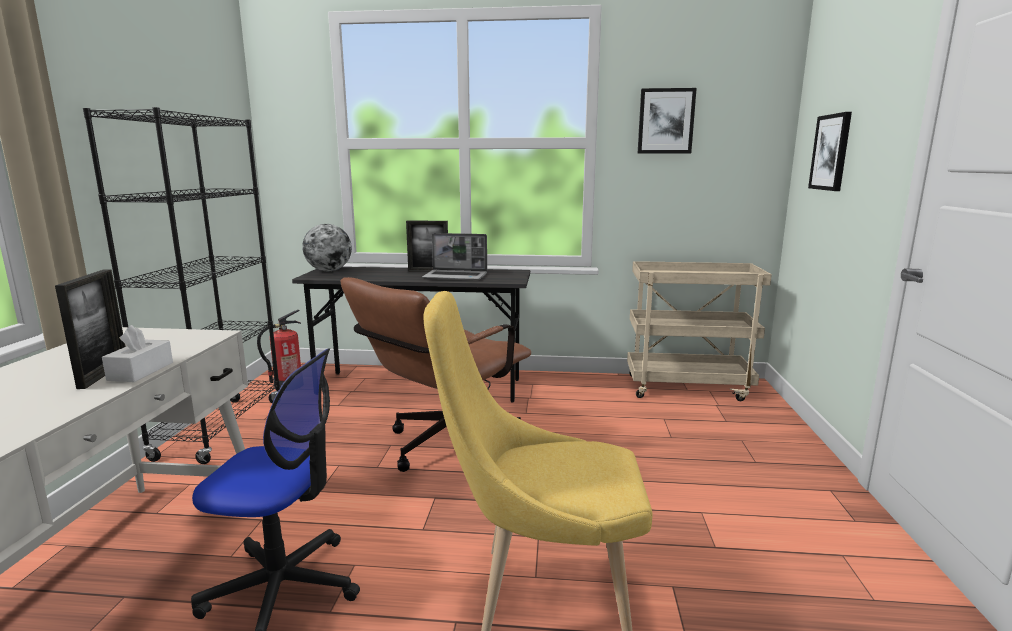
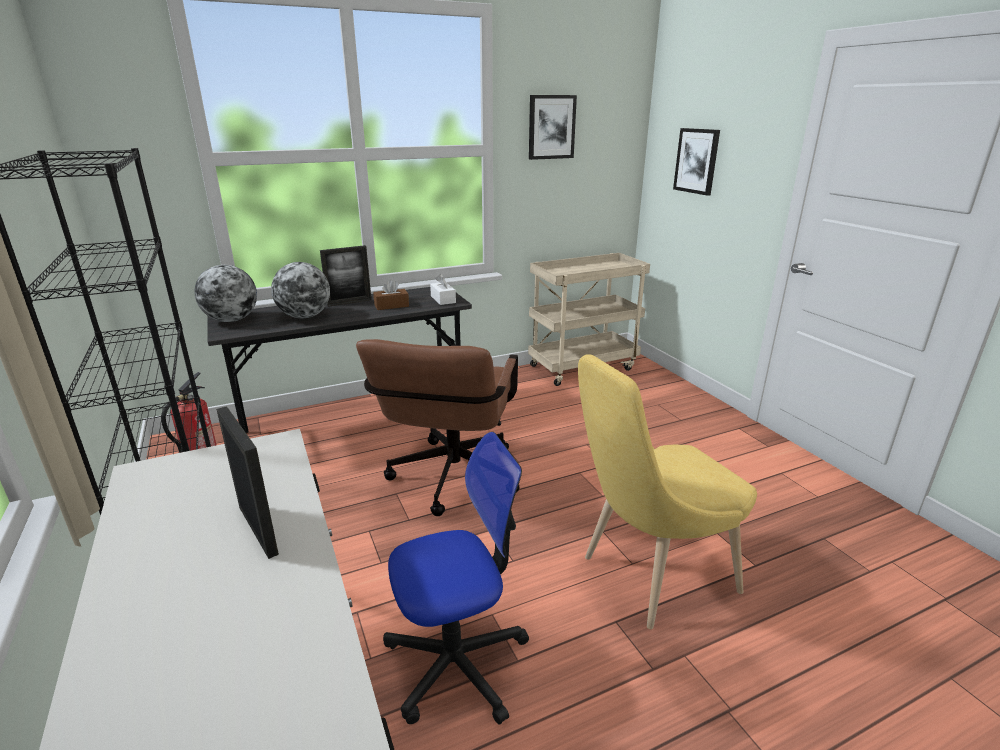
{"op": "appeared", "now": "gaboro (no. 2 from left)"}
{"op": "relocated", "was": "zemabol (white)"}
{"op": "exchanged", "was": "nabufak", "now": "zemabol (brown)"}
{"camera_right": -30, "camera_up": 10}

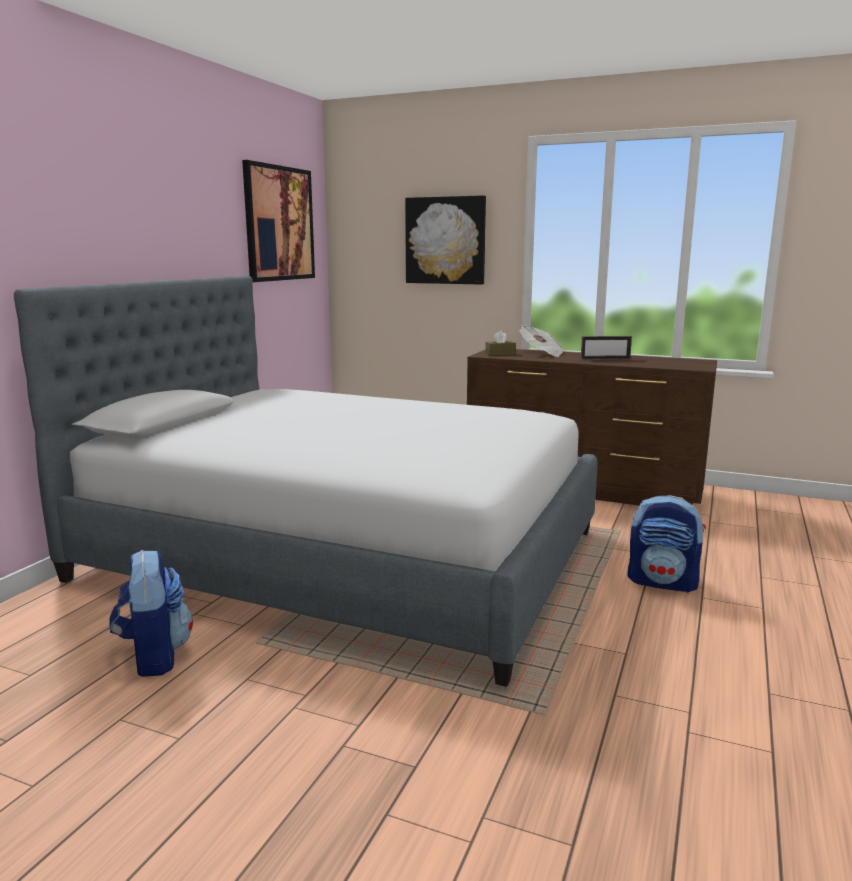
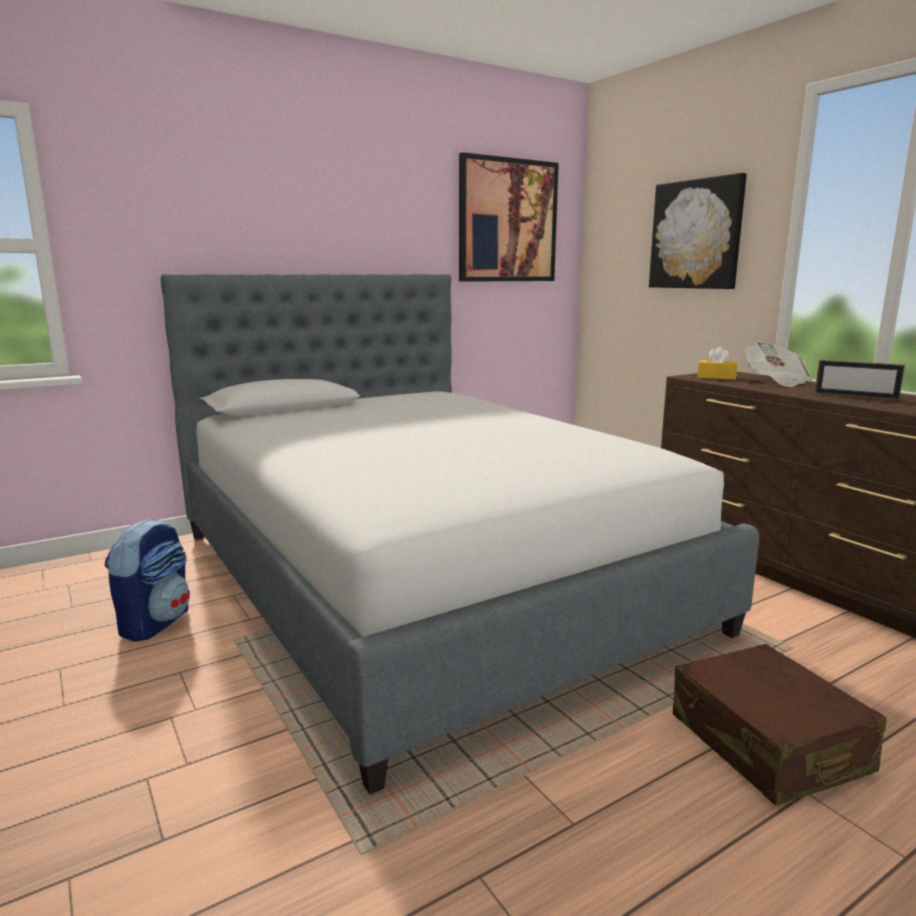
{"op": "exchanged", "was": "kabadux (no. 2 from left)", "now": "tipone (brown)"}
{"op": "colour", "was": "zemabol (brown)", "now": "zemabol (yellow)"}
{"camera_right": 35, "camera_up": 0}

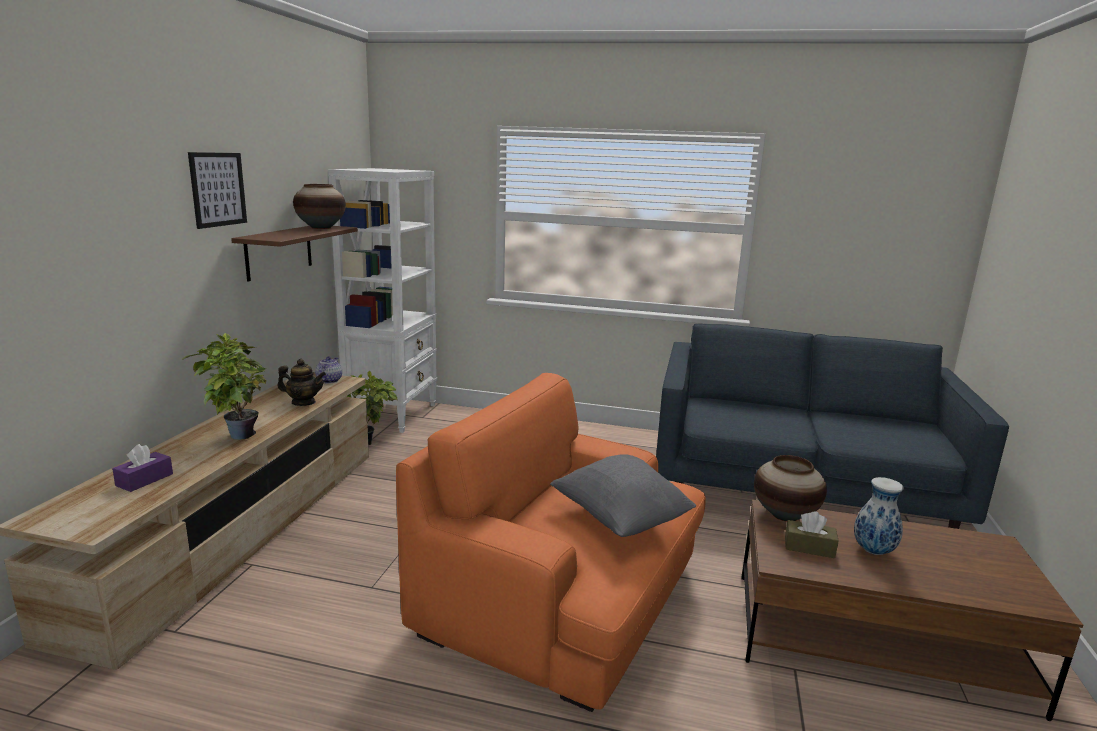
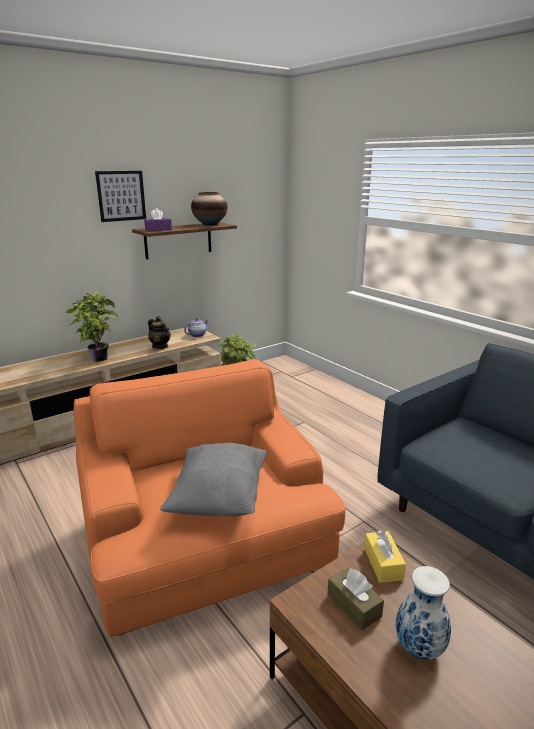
{"op": "missing", "was": "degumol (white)"}
{"op": "relocated", "was": "zemabol (purple)"}
{"op": "exchanged", "was": "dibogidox (no. 2 from left)", "now": "zemabol (yellow)"}
{"camera_right": 40, "camera_up": 5}

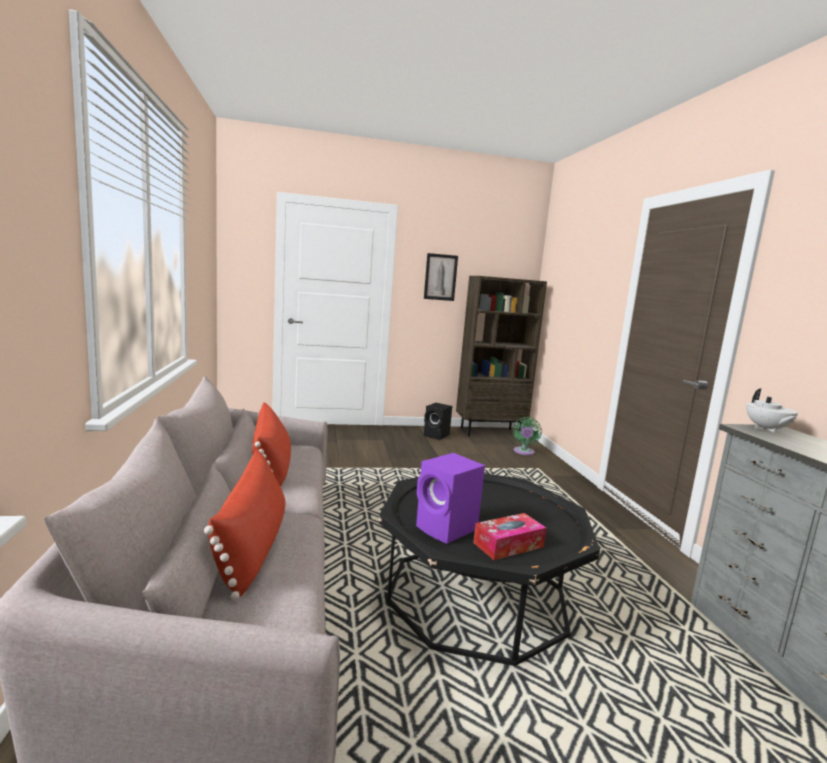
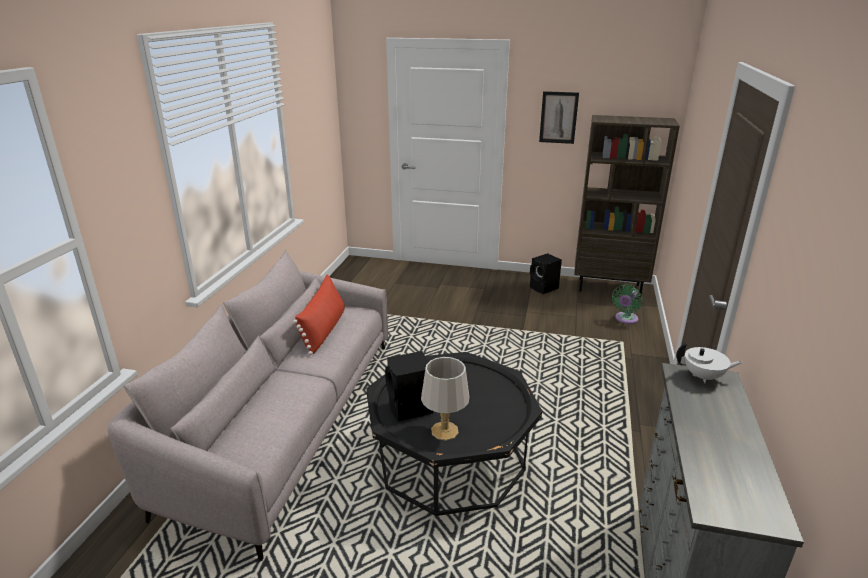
{"op": "missing", "was": "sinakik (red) (no. 1 from left)"}
{"op": "exchanged", "was": "zemabol", "now": "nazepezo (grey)"}
{"op": "colour", "was": "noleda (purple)", "now": "noleda (black) (no. 1 from left)"}
{"op": "spun", "was": "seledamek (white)", "clockwise": -105}
{"camera_right": 25, "camera_up": 15}

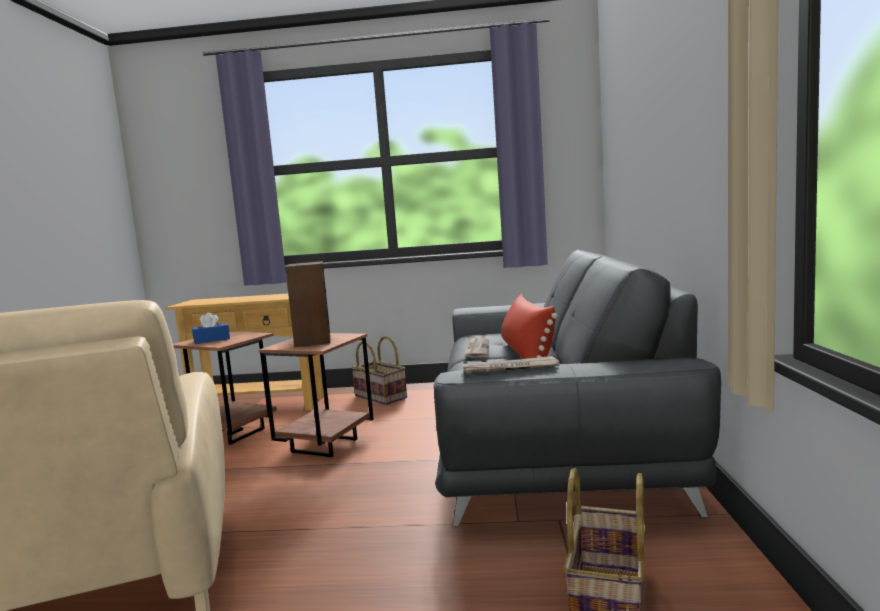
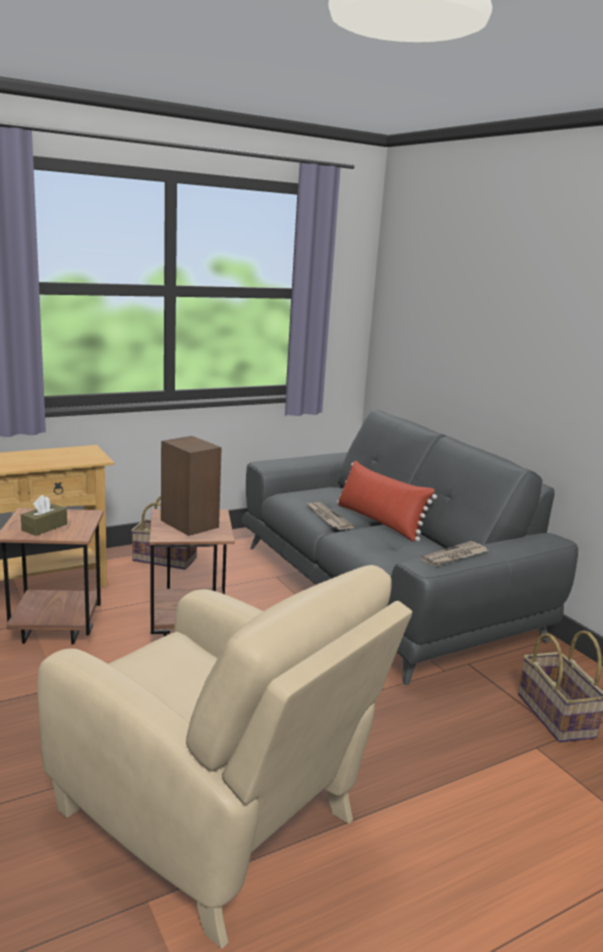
{"op": "colour", "was": "zemabol (blue)", "now": "zemabol (brown)"}
{"camera_right": -35, "camera_up": 10}

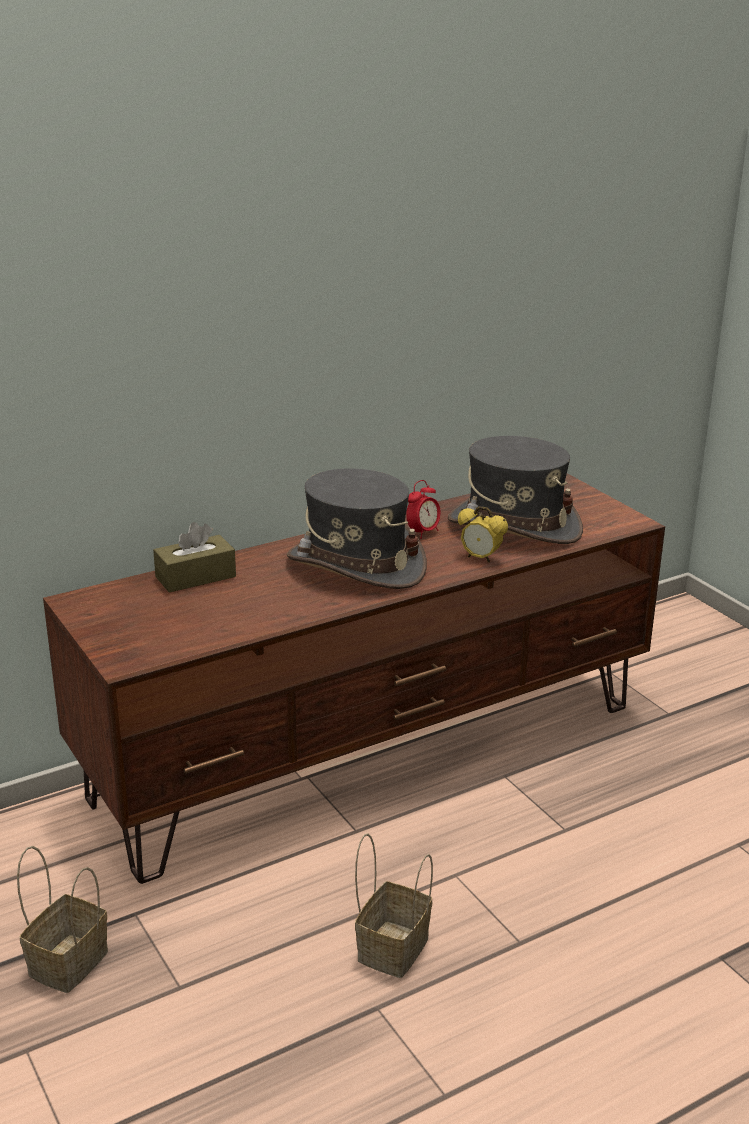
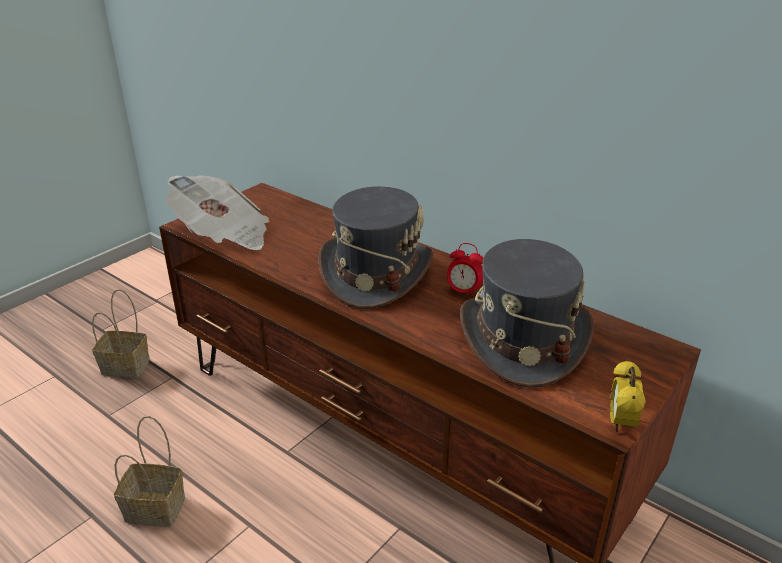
{"op": "missing", "was": "zemabol (brown)"}
{"op": "appeared", "now": "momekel"}
{"op": "relocated", "was": "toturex (no. 2 from left)"}
{"camera_right": 70, "camera_up": 5}

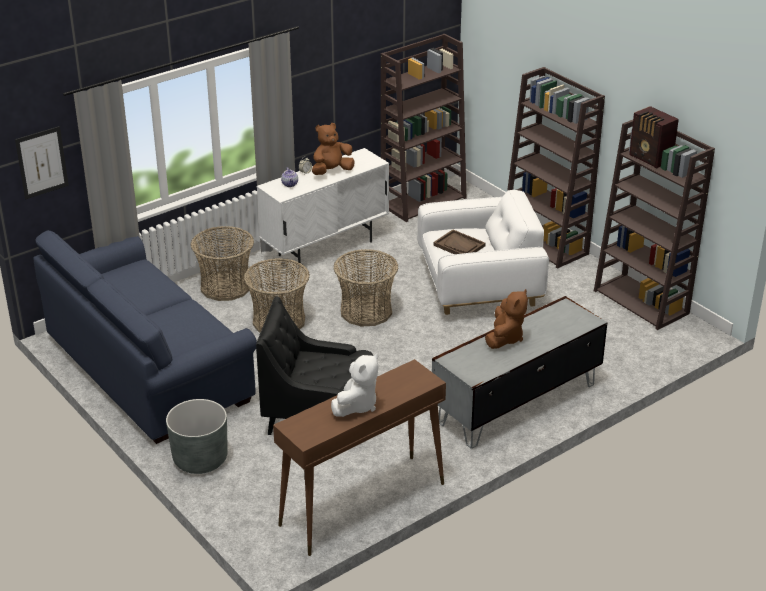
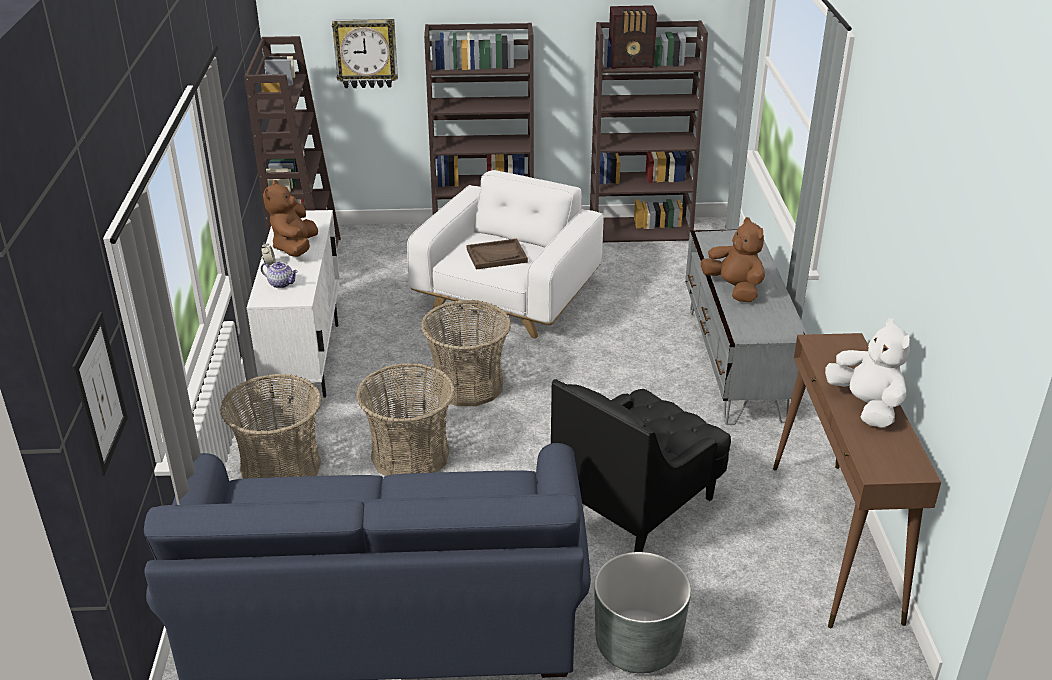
{"op": "appeared", "now": "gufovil"}
{"camera_right": -55, "camera_up": 0}

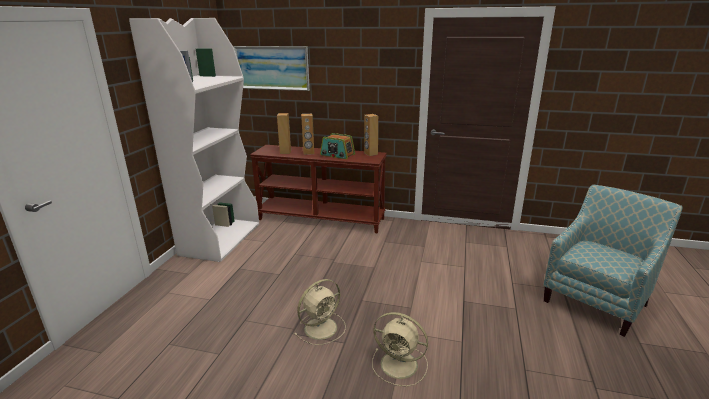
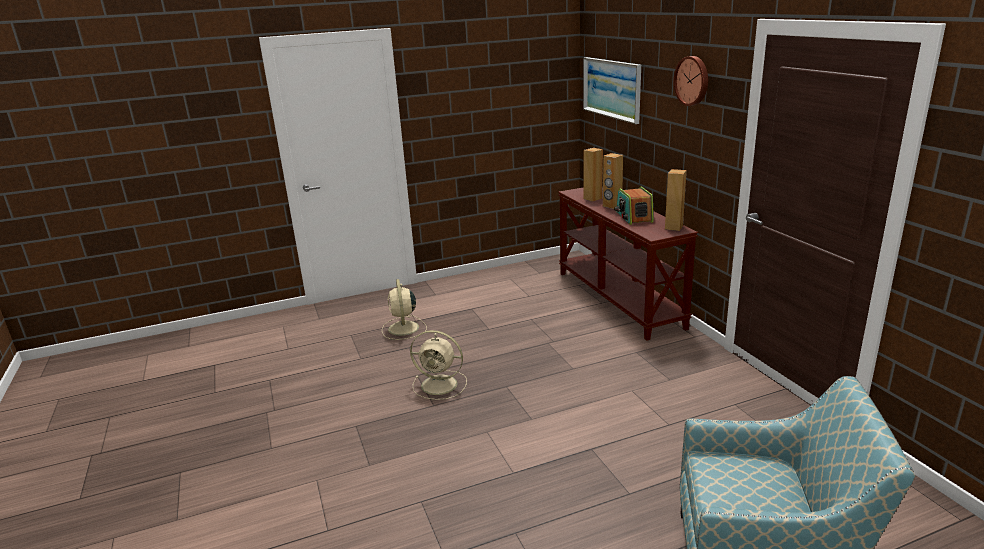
{"op": "missing", "was": "degumol (white)"}
{"op": "appeared", "now": "gufovil"}
{"op": "relocated", "was": "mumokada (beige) (no. 2 from left in the first image)", "now": "mumokada (beige) (no. 1 from left)"}
{"camera_right": 55, "camera_up": 0}

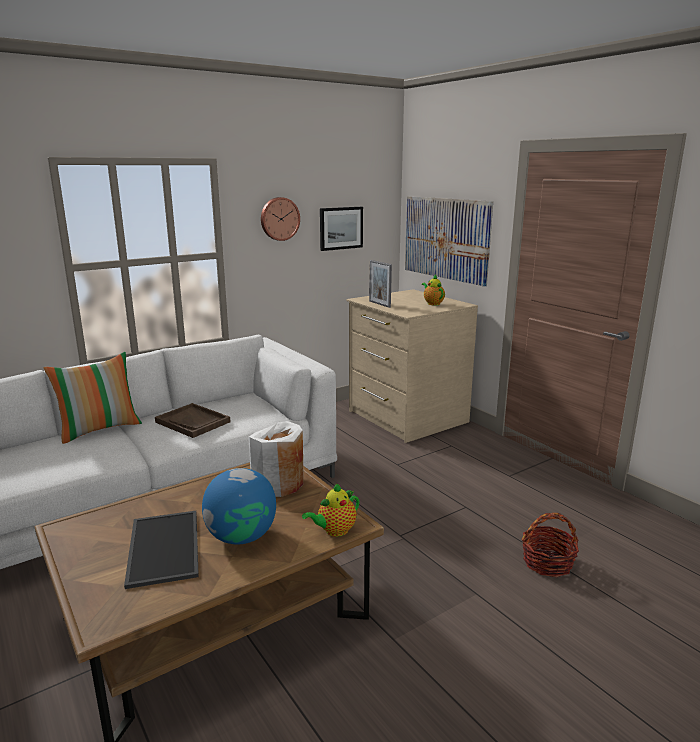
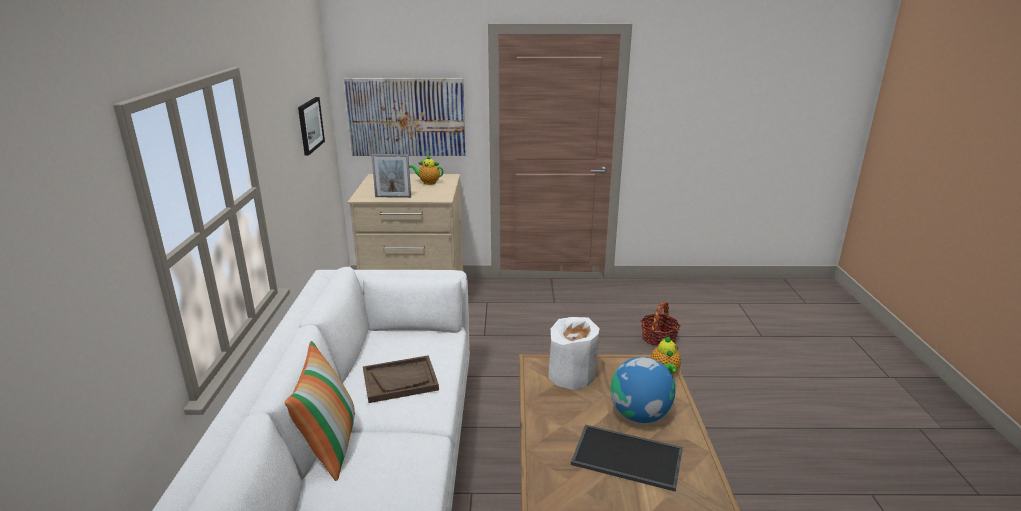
{"op": "missing", "was": "gufovil"}
{"camera_right": -55, "camera_up": 5}

